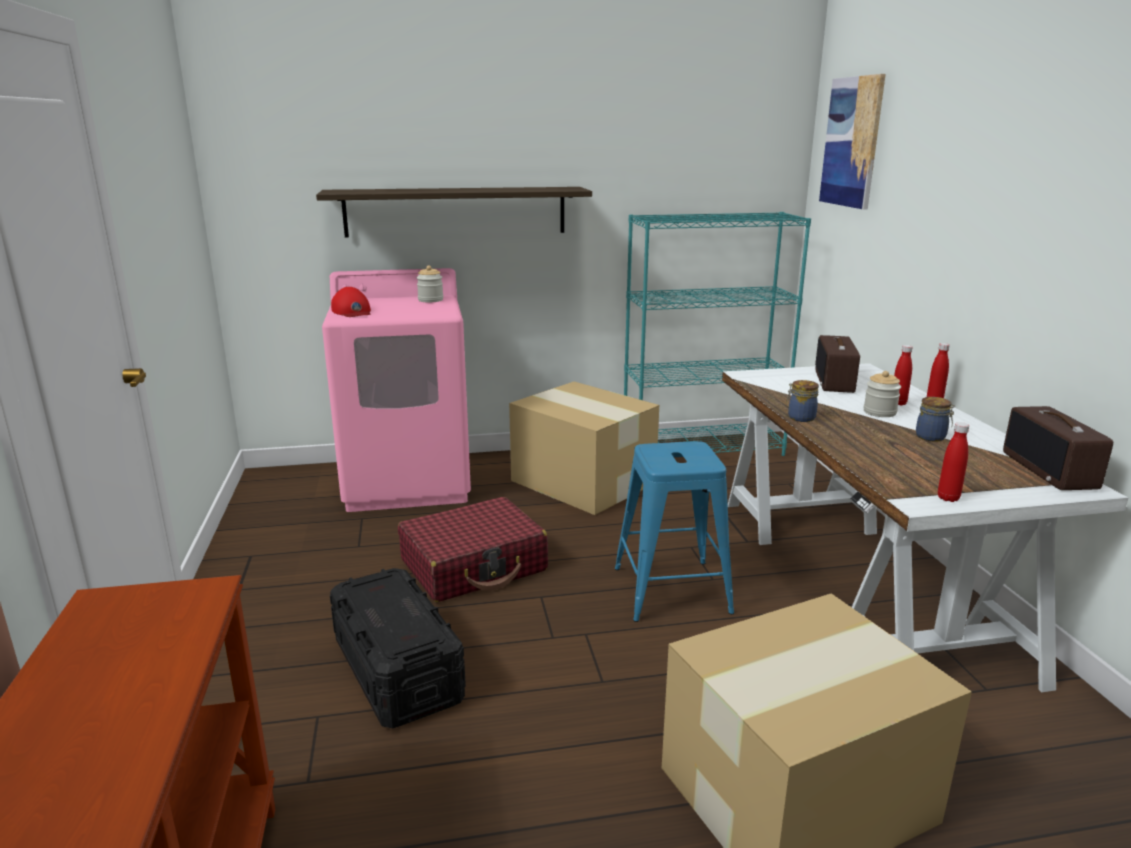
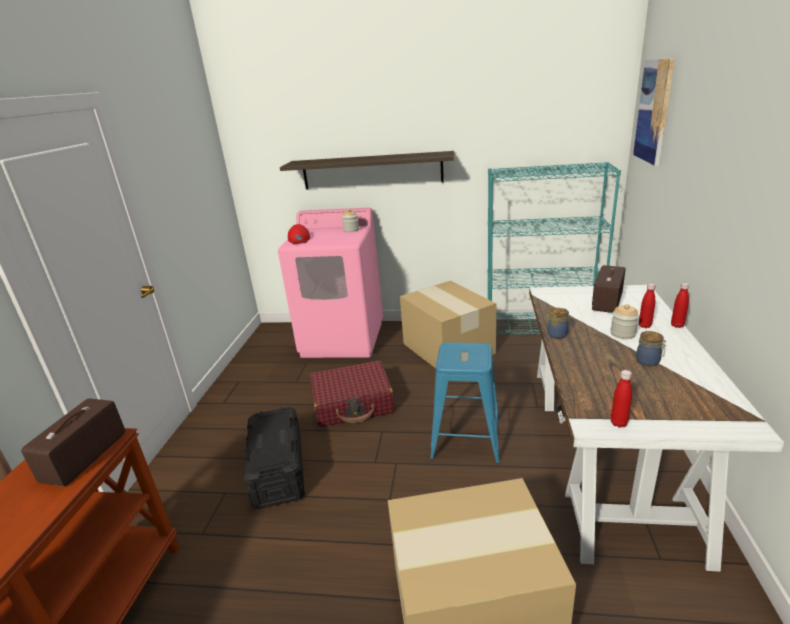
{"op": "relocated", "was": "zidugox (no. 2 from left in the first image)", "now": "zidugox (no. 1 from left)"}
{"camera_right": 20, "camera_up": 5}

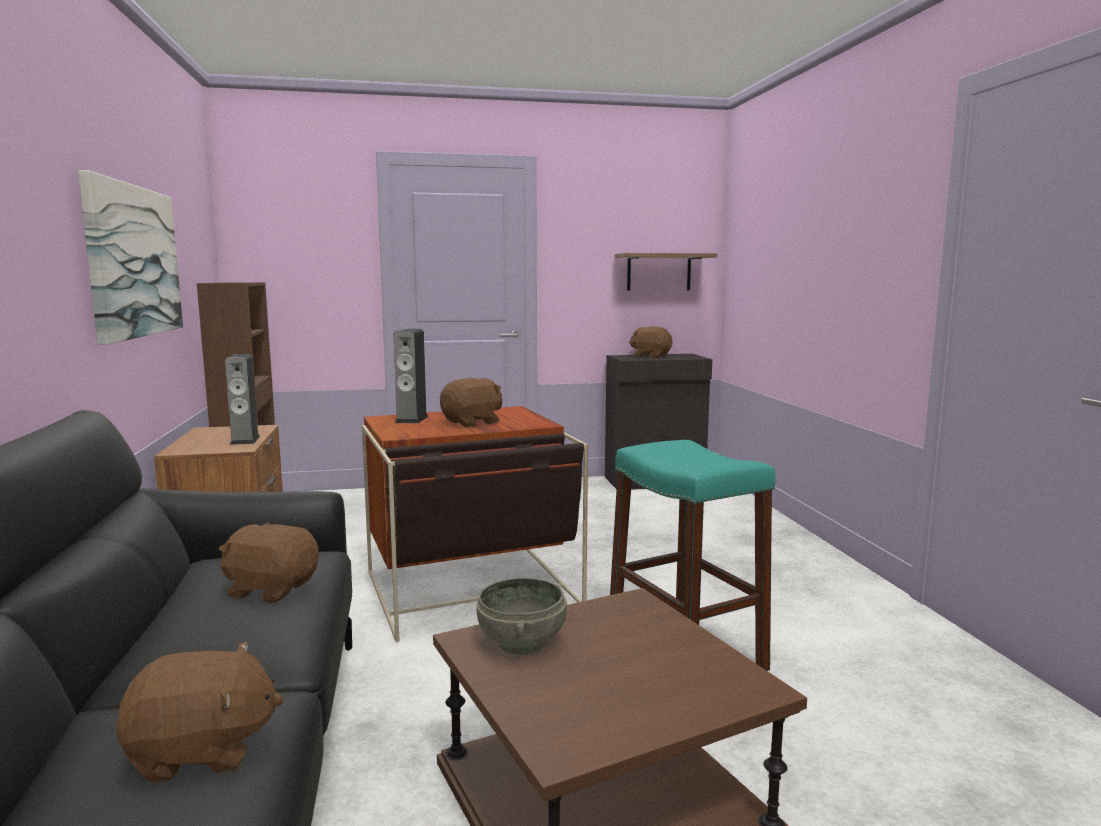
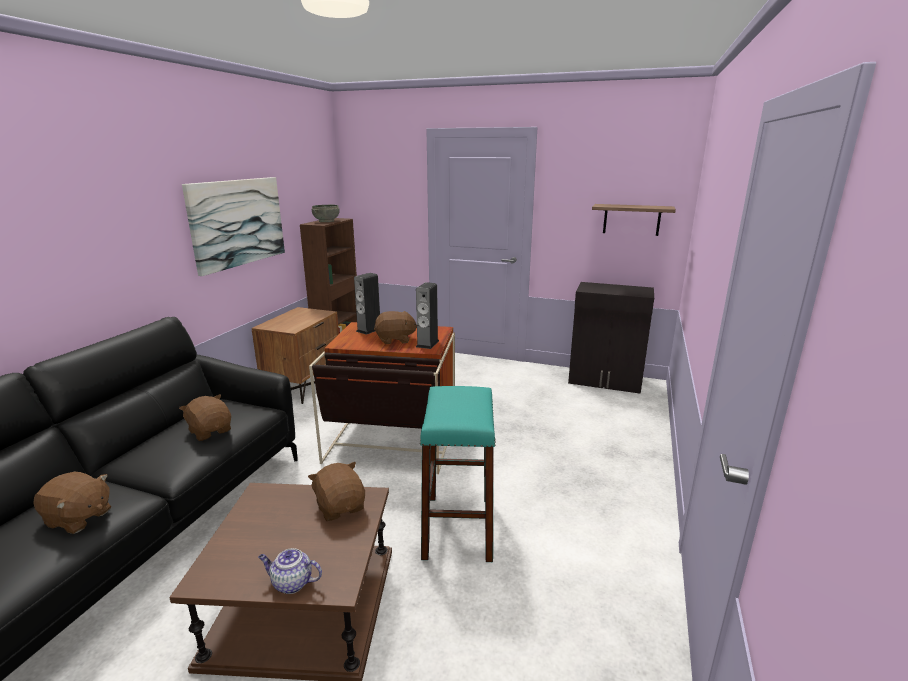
{"op": "appeared", "now": "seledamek"}
{"op": "relocated", "was": "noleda (no. 1 from left in the first image)", "now": "noleda (no. 2 from left)"}
{"op": "relocated", "was": "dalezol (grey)"}
{"op": "relocated", "was": "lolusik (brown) (no. 4 from left in the first image)", "now": "lolusik (brown) (no. 3 from left)"}
{"camera_right": 30, "camera_up": 10}

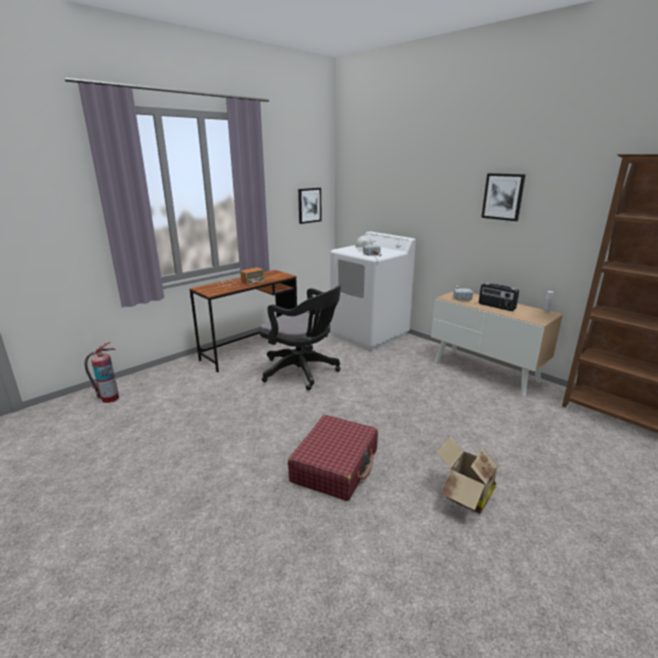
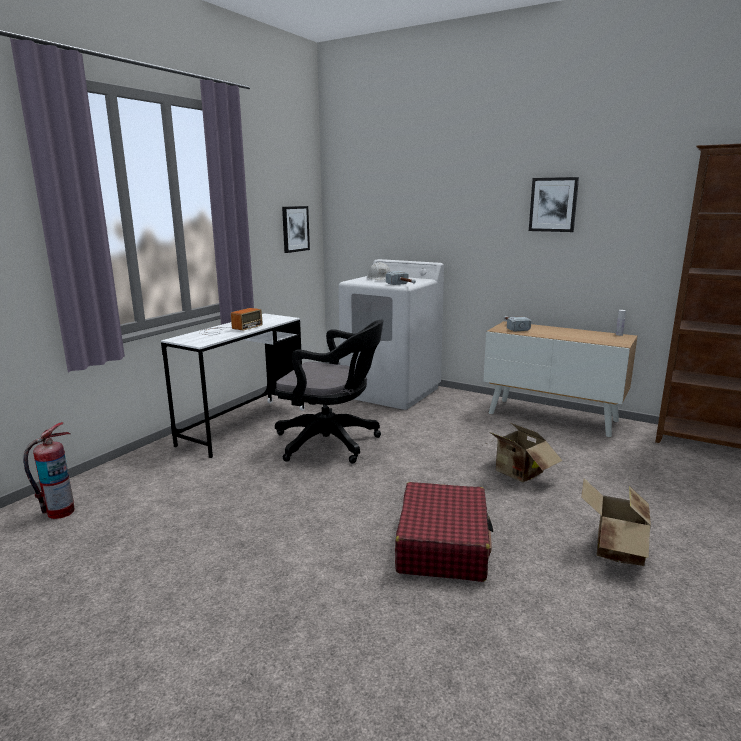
{"op": "missing", "was": "zidugox (no. 2 from left)"}
{"op": "appeared", "now": "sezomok (no. 1 from left)"}
{"op": "colour", "was": "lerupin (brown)", "now": "lerupin (white)"}
{"camera_right": -15, "camera_up": -5}

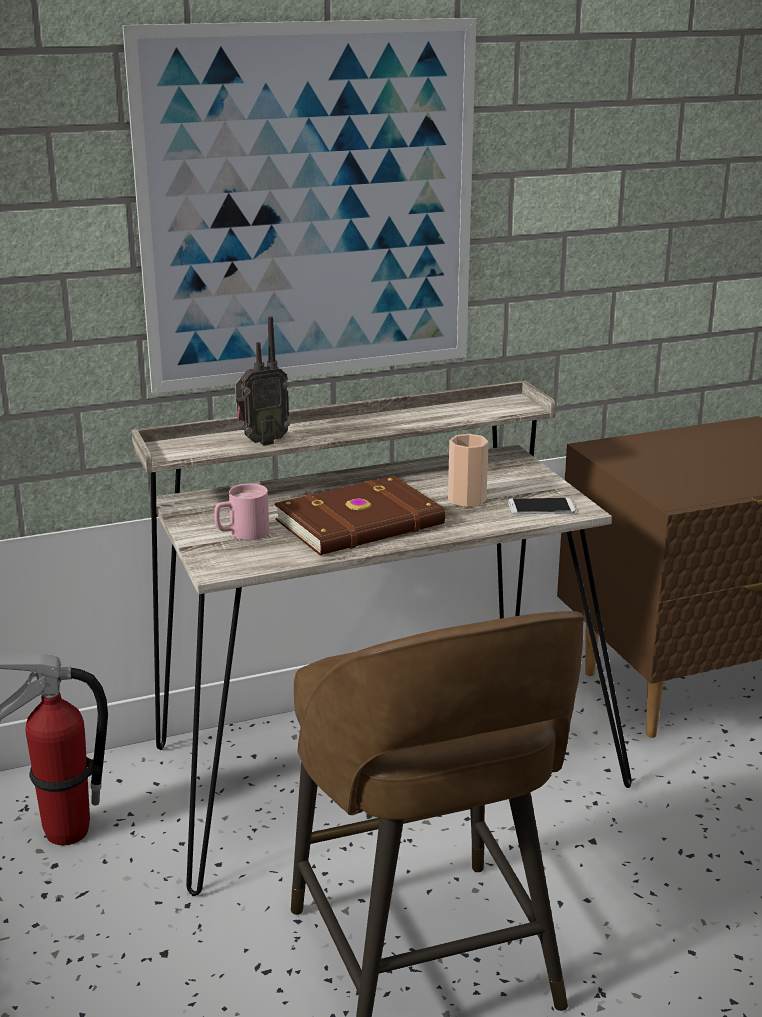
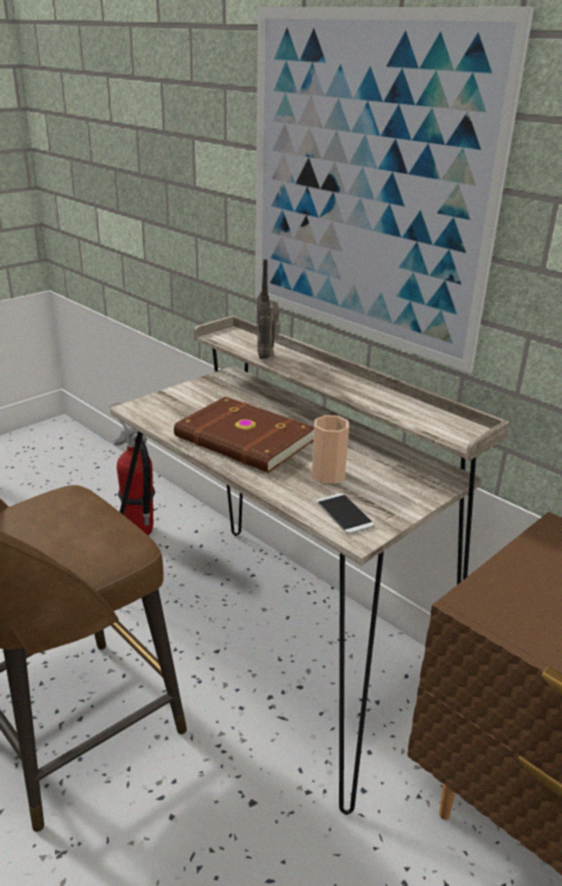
{"op": "missing", "was": "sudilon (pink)"}
{"op": "spun", "was": "zidugox", "clockwise": 45}
{"camera_right": 65, "camera_up": 5}

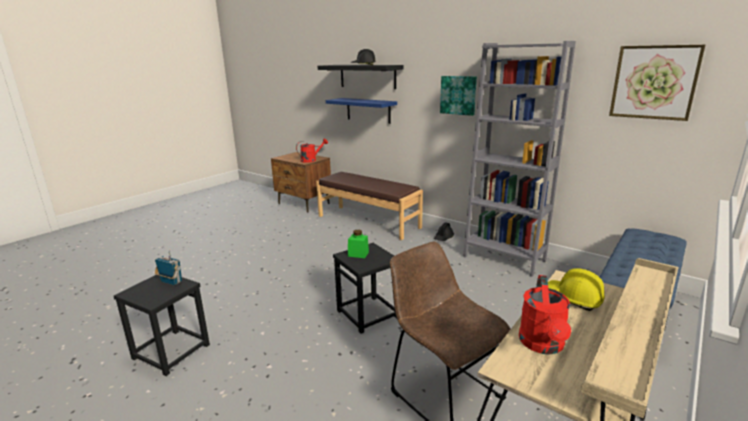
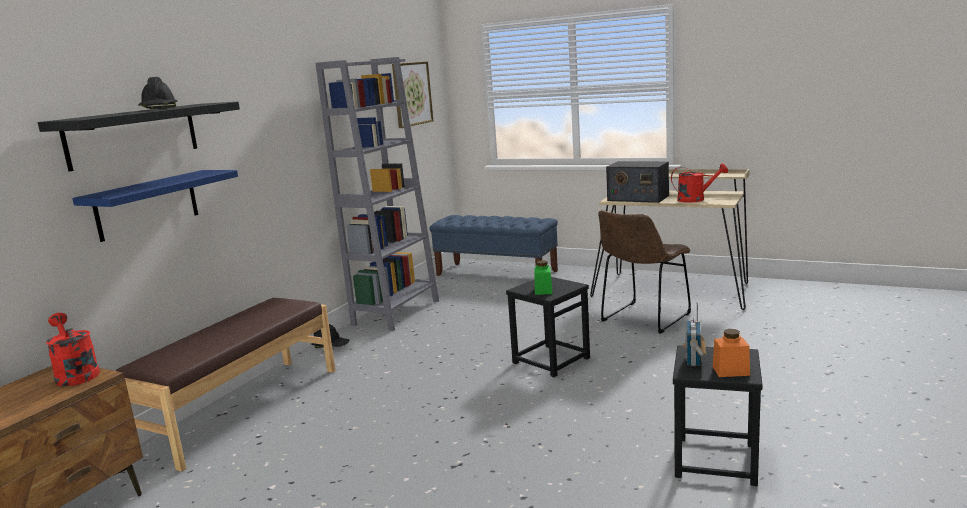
{"op": "missing", "was": "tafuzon (no. 1 from left)"}
{"op": "appeared", "now": "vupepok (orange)"}
{"op": "exchanged", "was": "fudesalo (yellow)", "now": "zidugox (no. 1 from left)"}
{"camera_right": -100, "camera_up": -5}

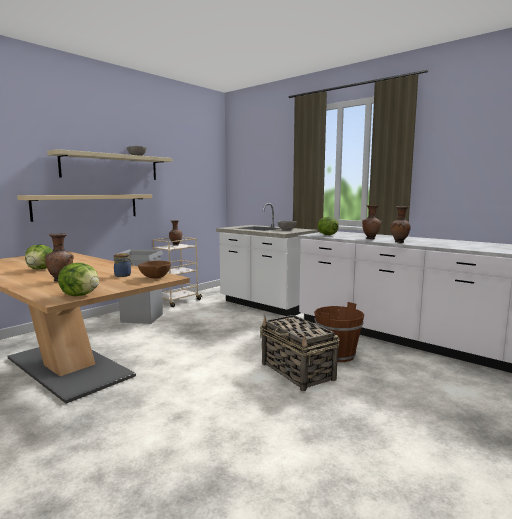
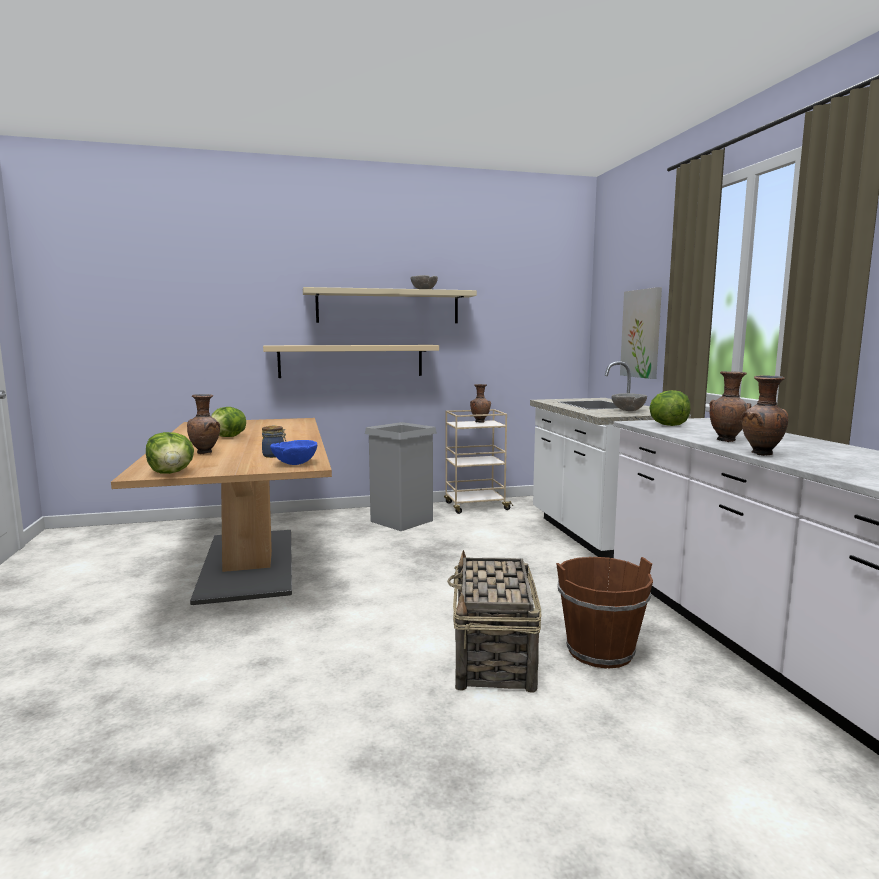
{"op": "appeared", "now": "tafuzon"}
{"op": "colour", "was": "dalezol (brown)", "now": "dalezol (blue)"}
{"camera_right": 35, "camera_up": 0}

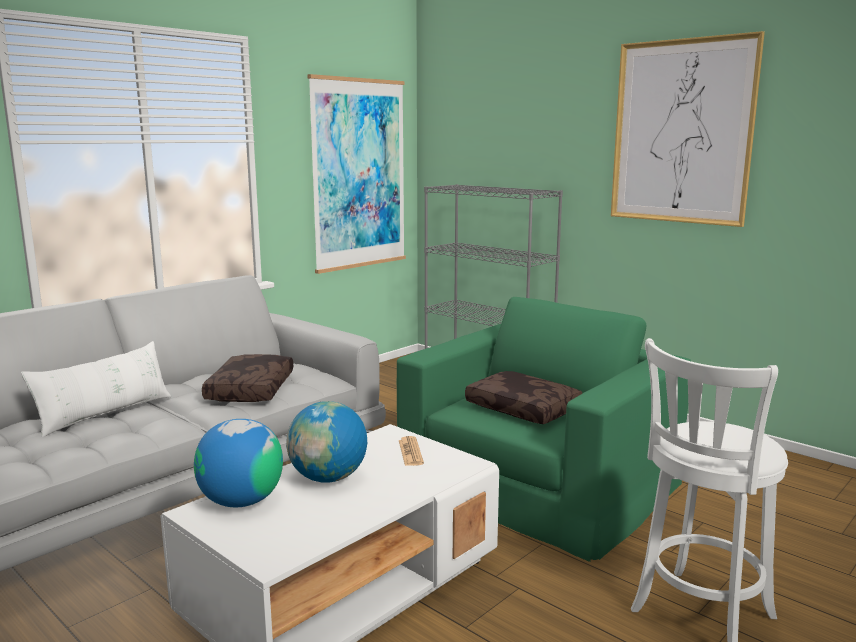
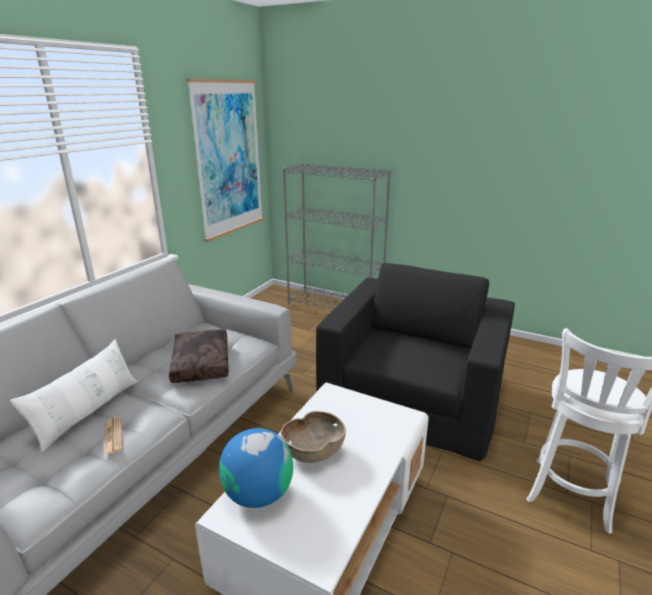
{"op": "missing", "was": "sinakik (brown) (no. 2 from left)"}
{"op": "missing", "was": "tafuzon (no. 2 from left)"}
{"op": "relocated", "was": "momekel"}
{"op": "exchanged", "was": "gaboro (no. 2 from left)", "now": "dalezol (brown)"}
{"op": "colour", "was": "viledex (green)", "now": "viledex (black)"}
{"camera_right": -15, "camera_up": 10}

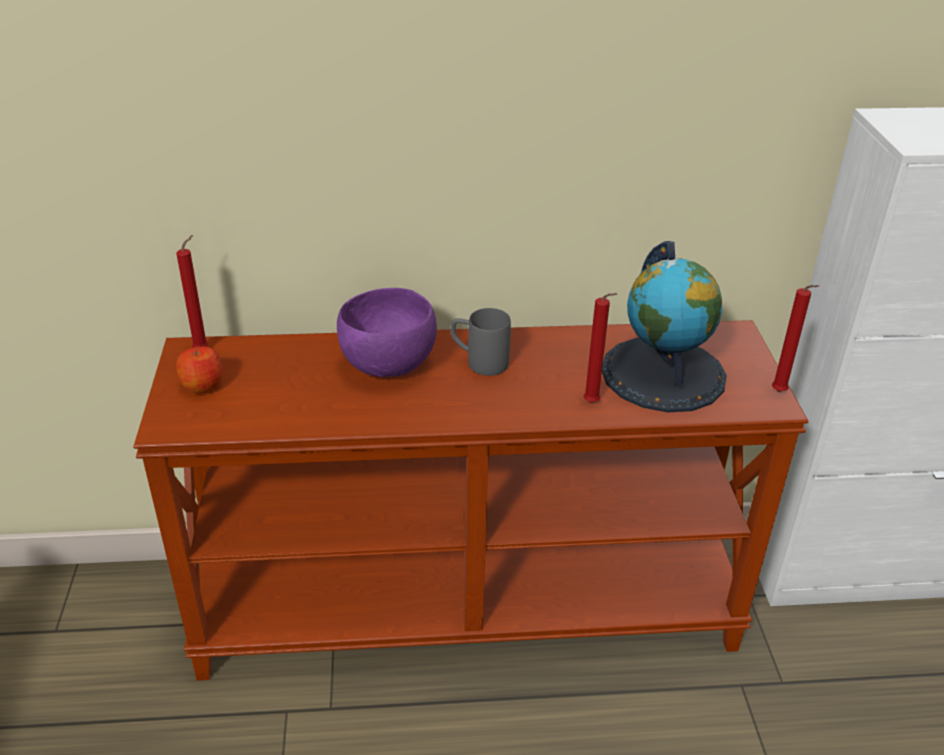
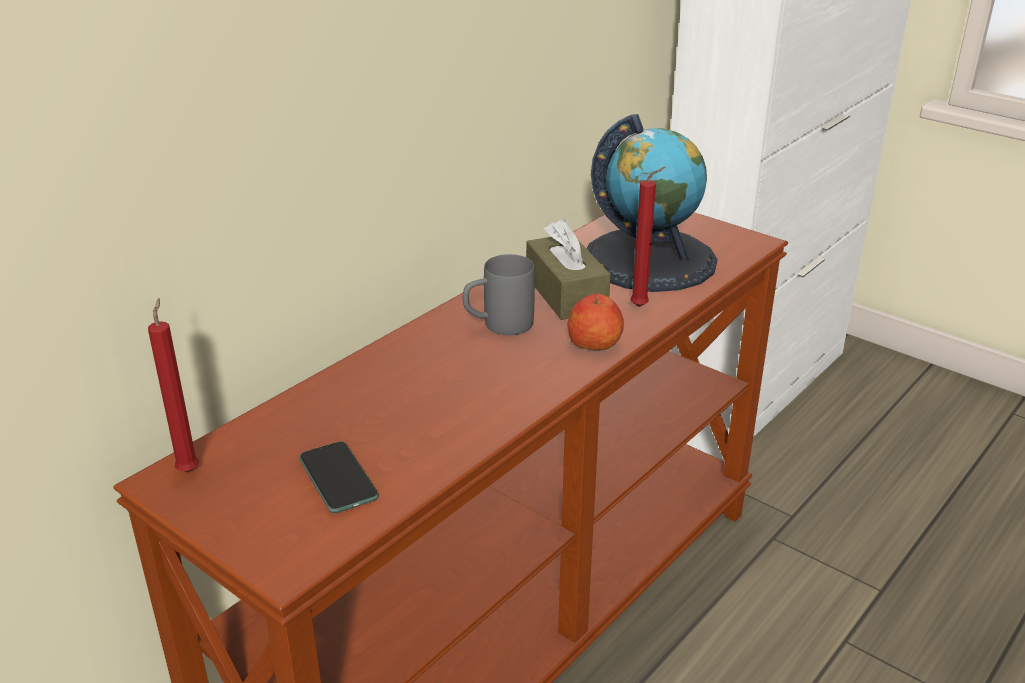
{"op": "missing", "was": "dalezol (purple)"}
{"op": "missing", "was": "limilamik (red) (no. 3 from left)"}
{"op": "appeared", "now": "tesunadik"}
{"op": "appeared", "now": "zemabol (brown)"}
{"op": "relocated", "was": "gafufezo"}
{"camera_right": -45, "camera_up": -5}

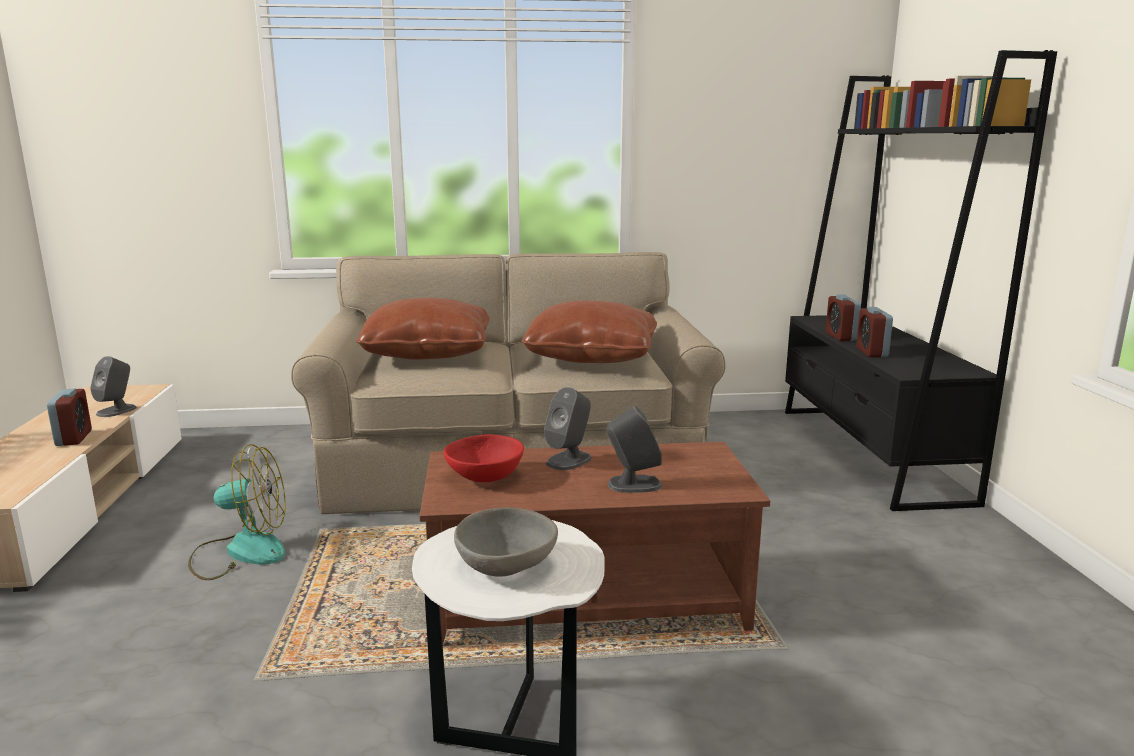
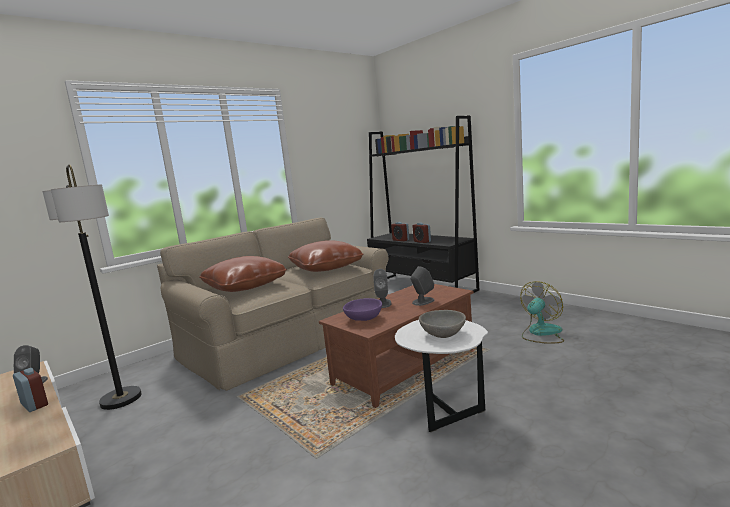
{"op": "appeared", "now": "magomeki"}
{"op": "relocated", "was": "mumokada"}
{"op": "colour", "was": "dalezol (red)", "now": "dalezol (purple)"}
{"camera_right": -35, "camera_up": -5}

